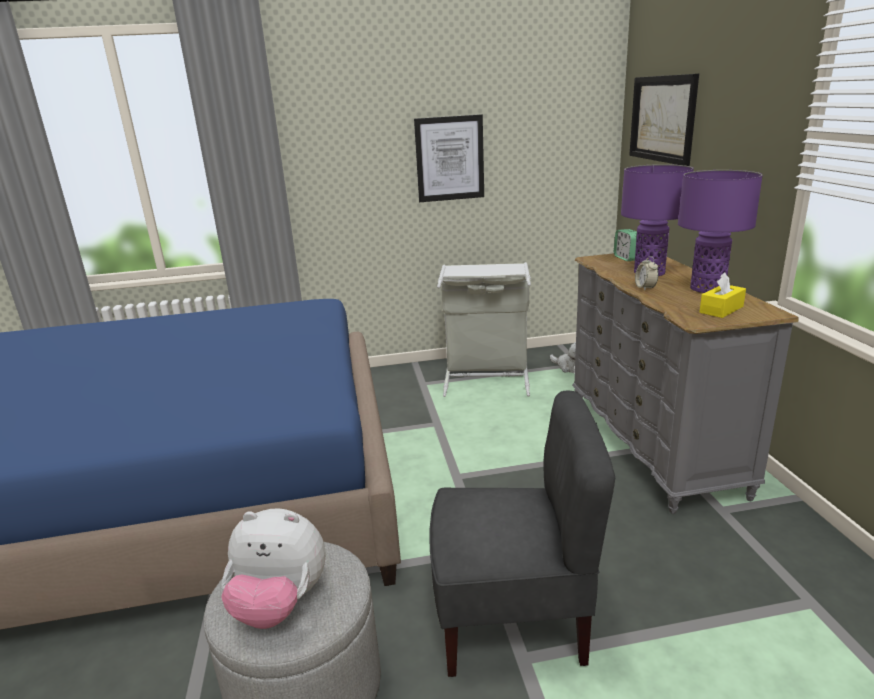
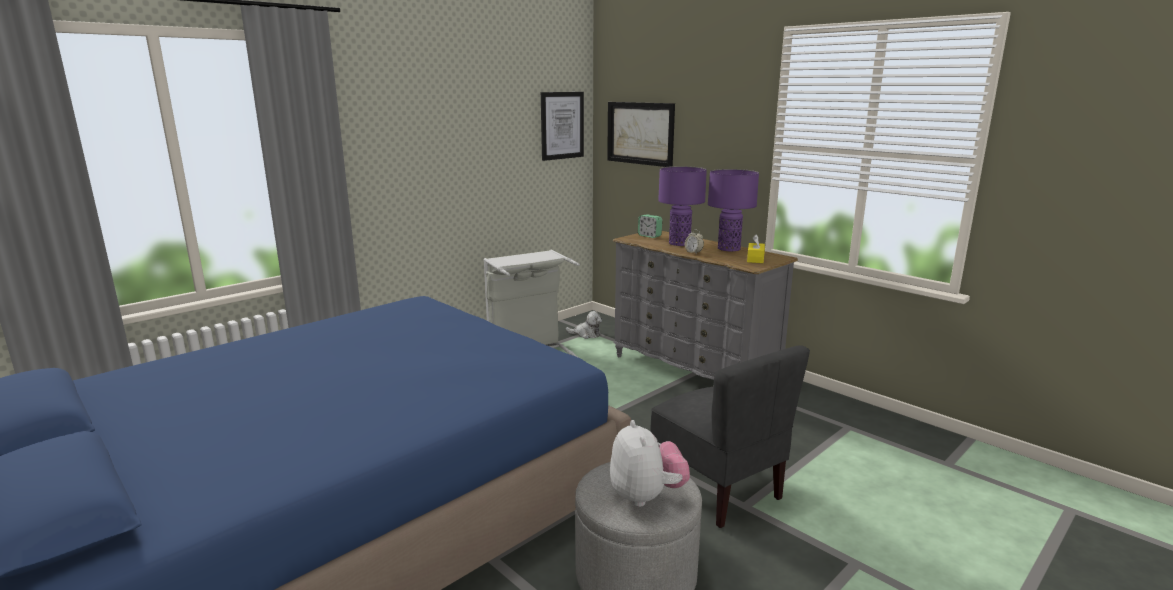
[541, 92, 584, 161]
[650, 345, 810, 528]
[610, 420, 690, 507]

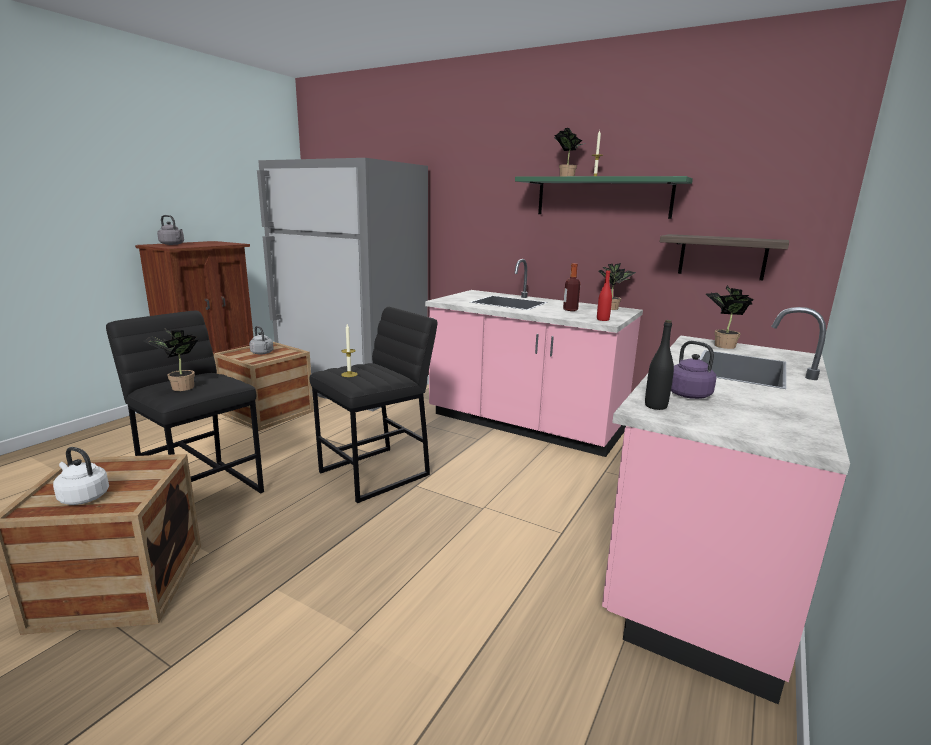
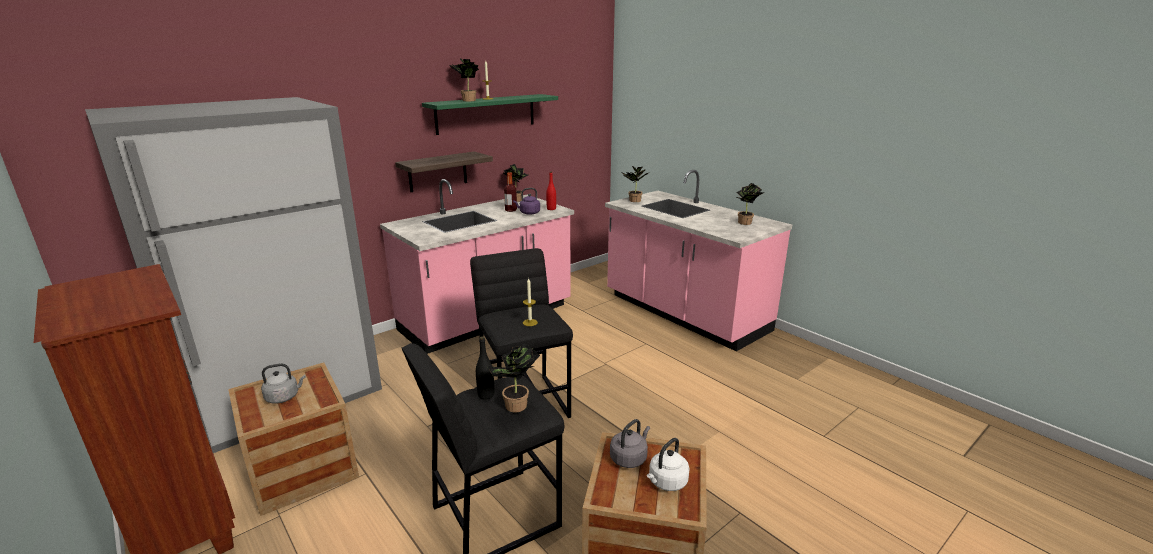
[610, 419, 650, 468]
[395, 151, 493, 192]
[476, 336, 494, 400]
[513, 188, 540, 215]
[736, 183, 765, 225]

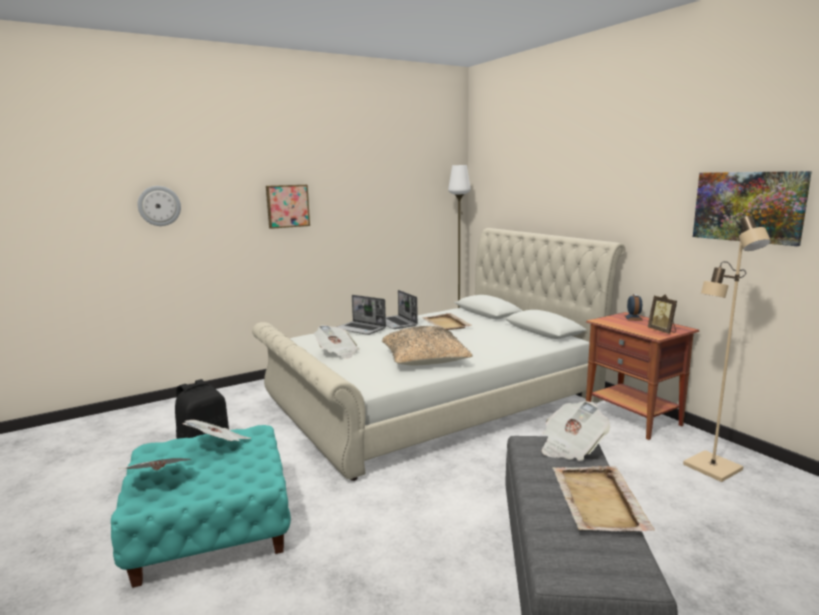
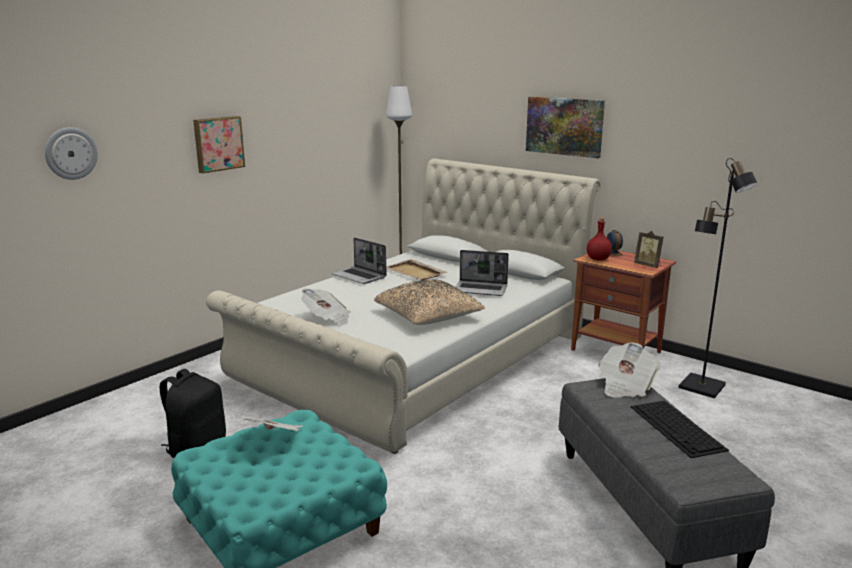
[526, 97, 605, 158]
[679, 158, 757, 398]
[456, 250, 509, 296]
[118, 458, 192, 470] (first image)
[630, 401, 729, 458]
[587, 218, 612, 261]

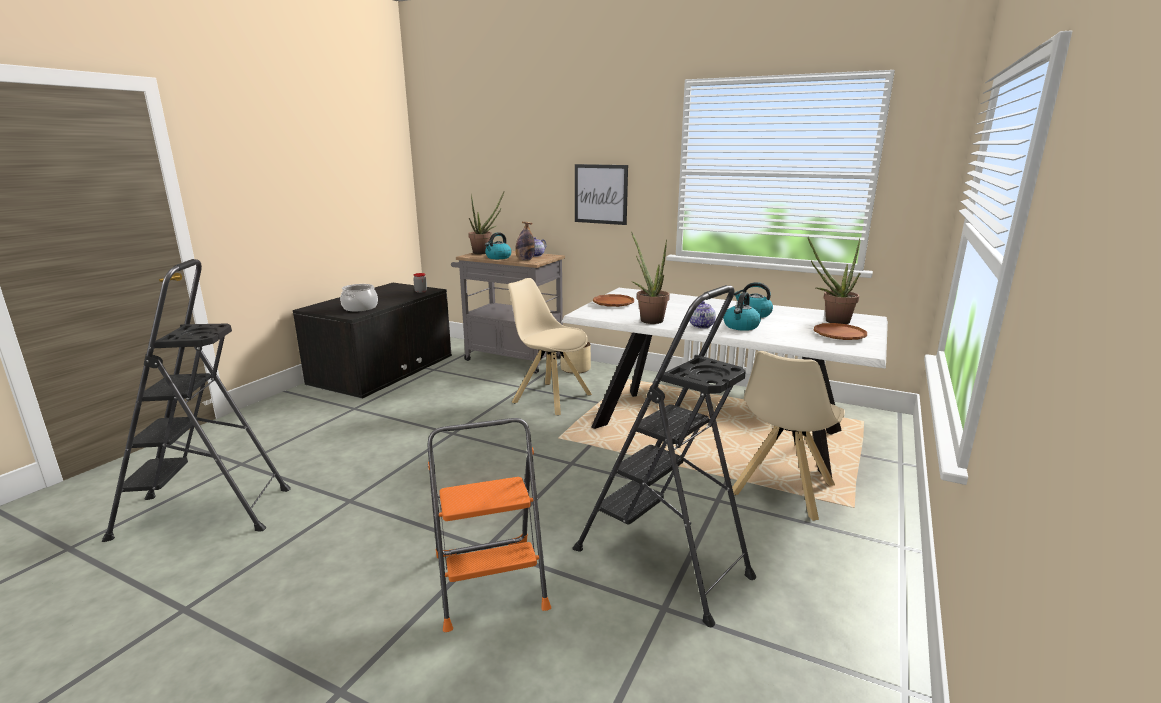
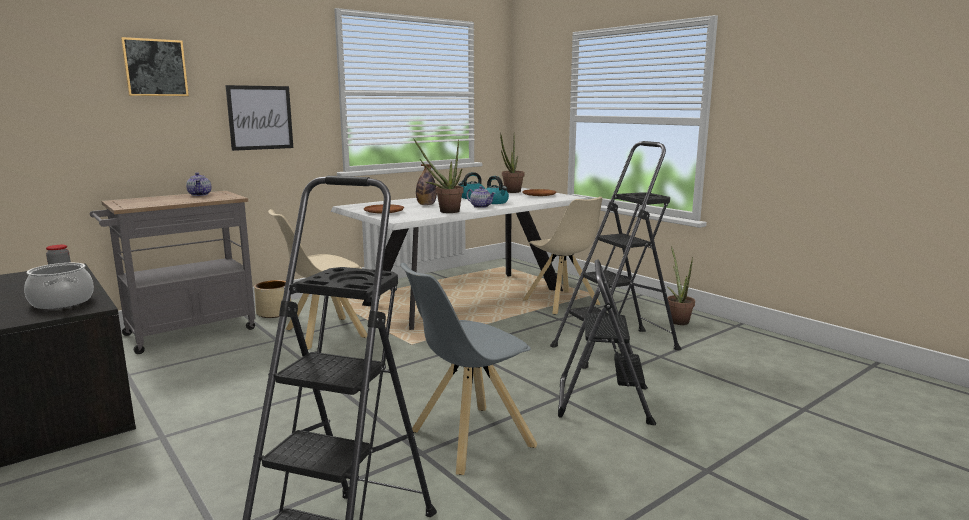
[667, 246, 695, 325]
[416, 164, 437, 205]
[485, 232, 512, 259] (first image)
[558, 259, 656, 425]
[121, 37, 189, 96]
[400, 263, 537, 475]

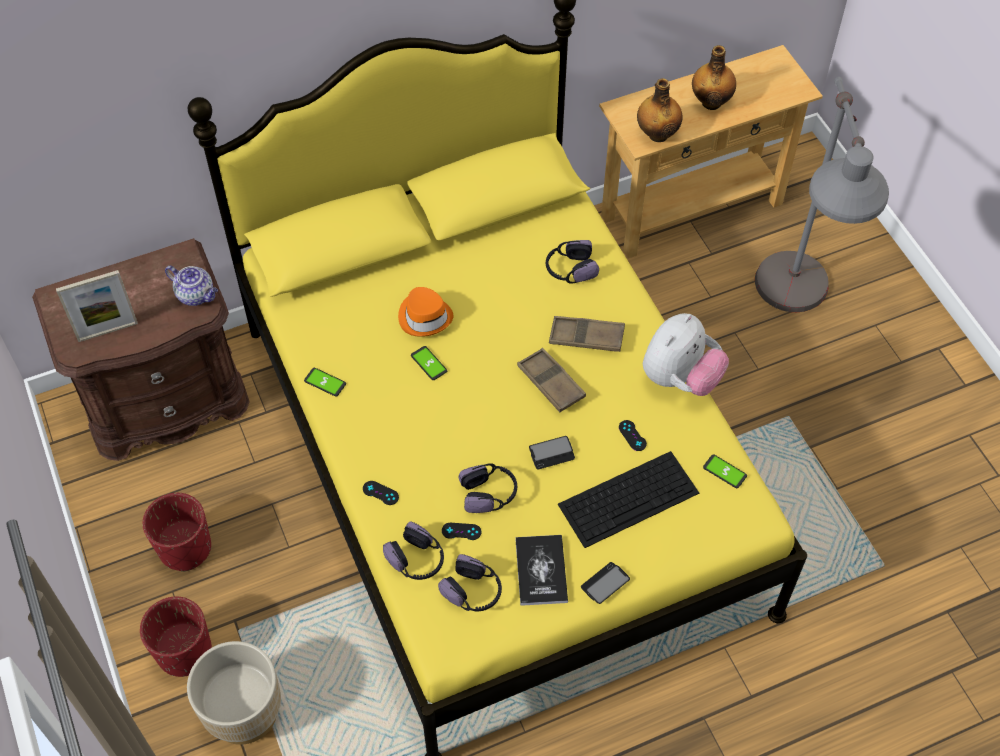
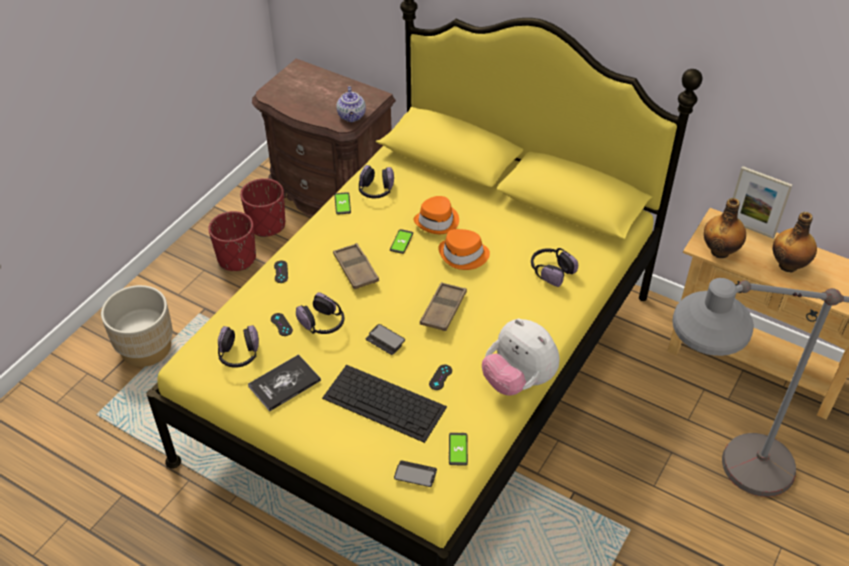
[733, 166, 792, 239]
[482, 318, 560, 396]
[333, 243, 379, 289]
[359, 165, 394, 198]
[394, 460, 437, 487]
[240, 178, 285, 237]
[438, 229, 490, 270]

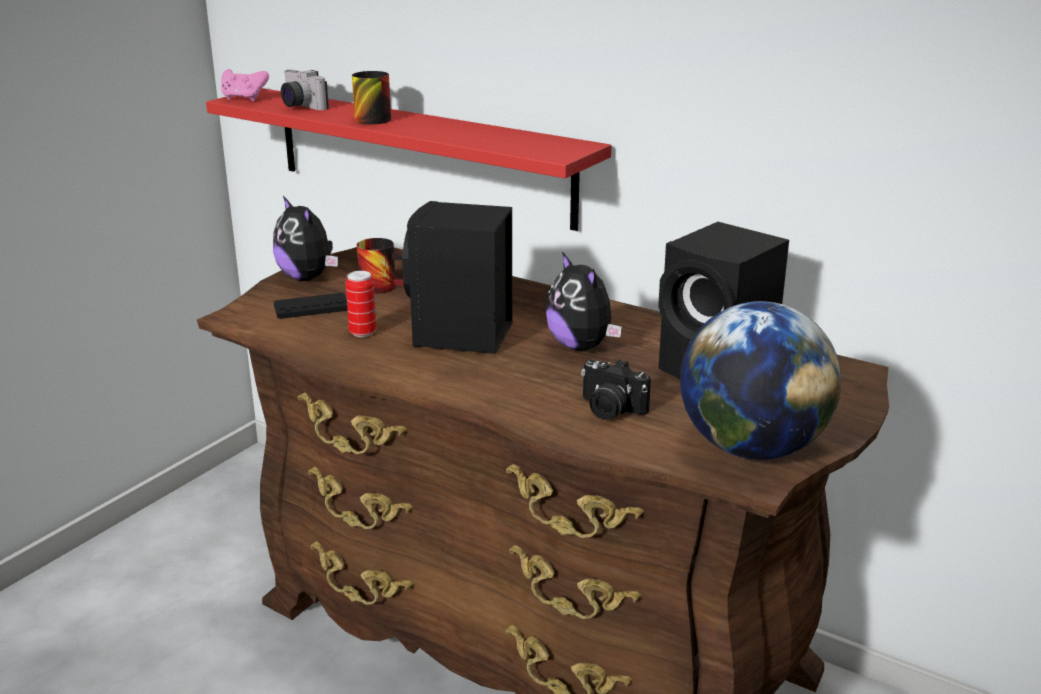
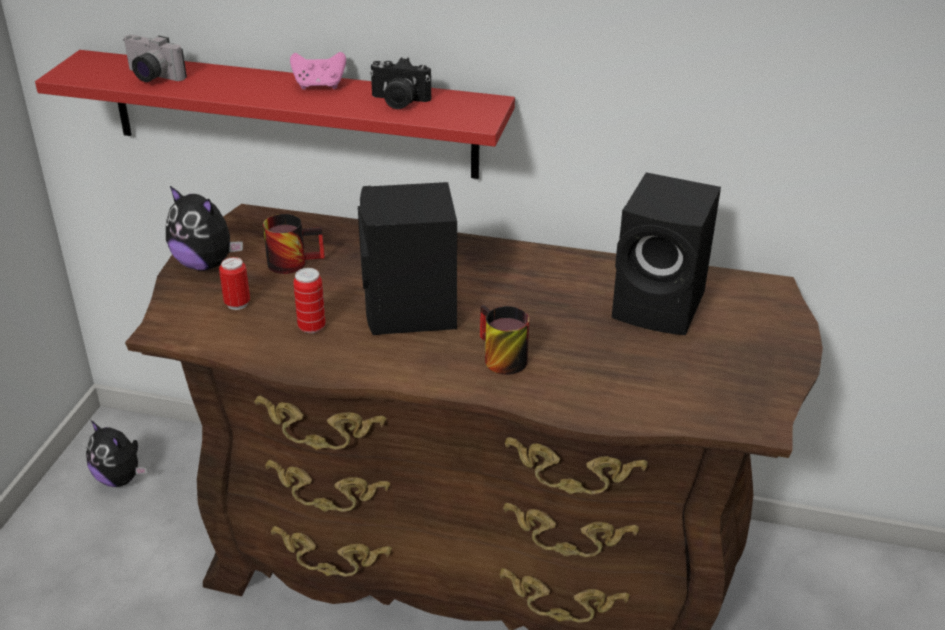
[290, 52, 346, 90]
[480, 305, 529, 375]
[86, 420, 147, 487]
[219, 257, 250, 310]
[680, 301, 841, 460] (first image)
[369, 57, 431, 109]

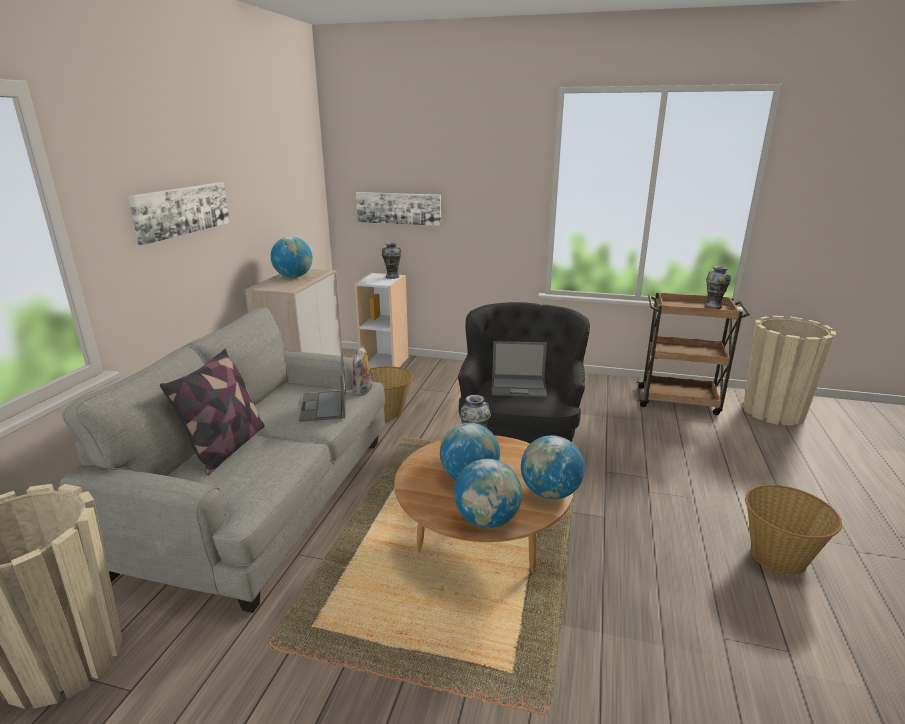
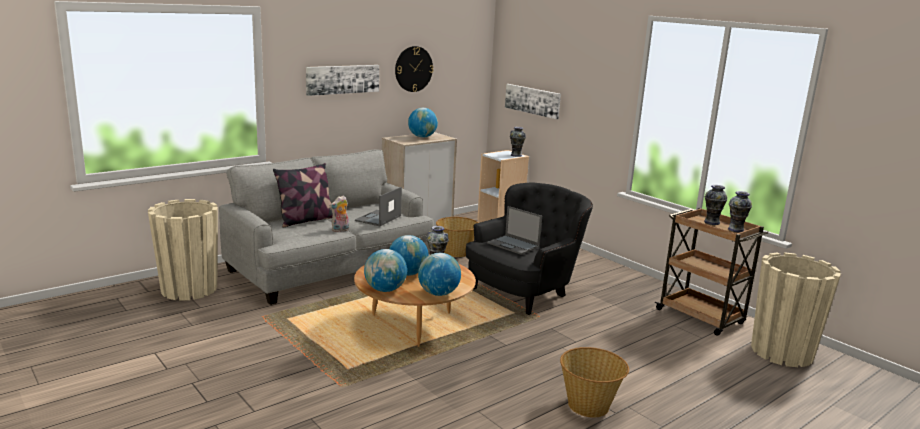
[329, 196, 349, 232]
[395, 46, 433, 92]
[704, 185, 727, 225]

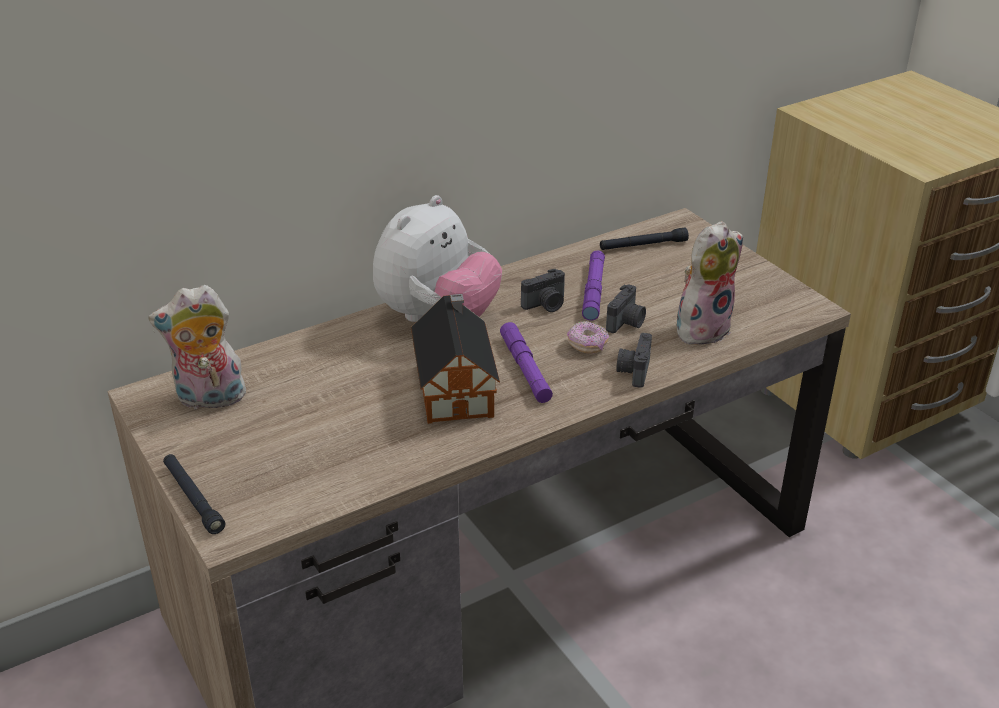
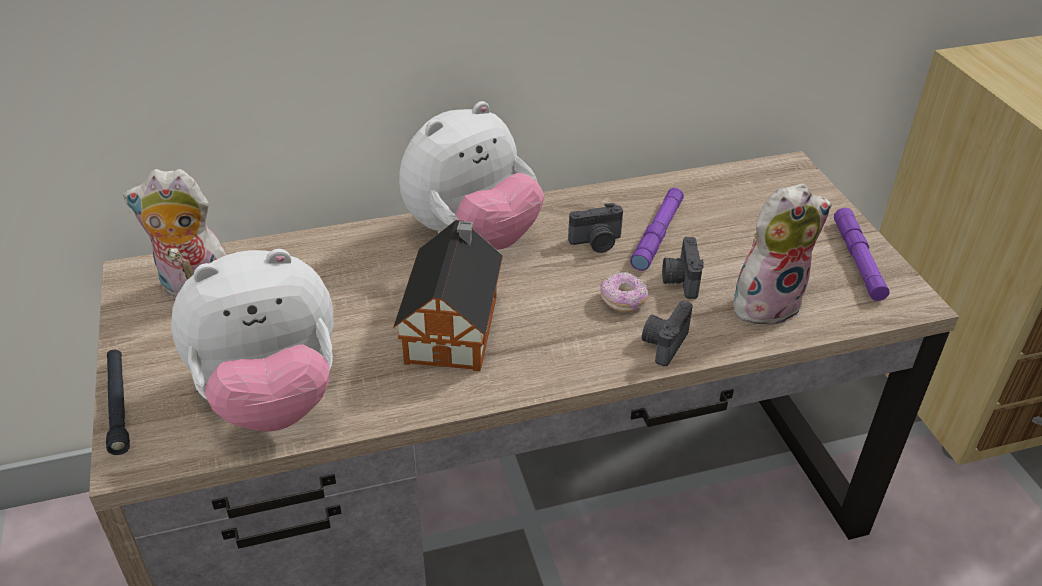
[600, 228, 689, 250] (first image)
[662, 237, 704, 299]
[834, 208, 890, 301]
[171, 249, 334, 431]

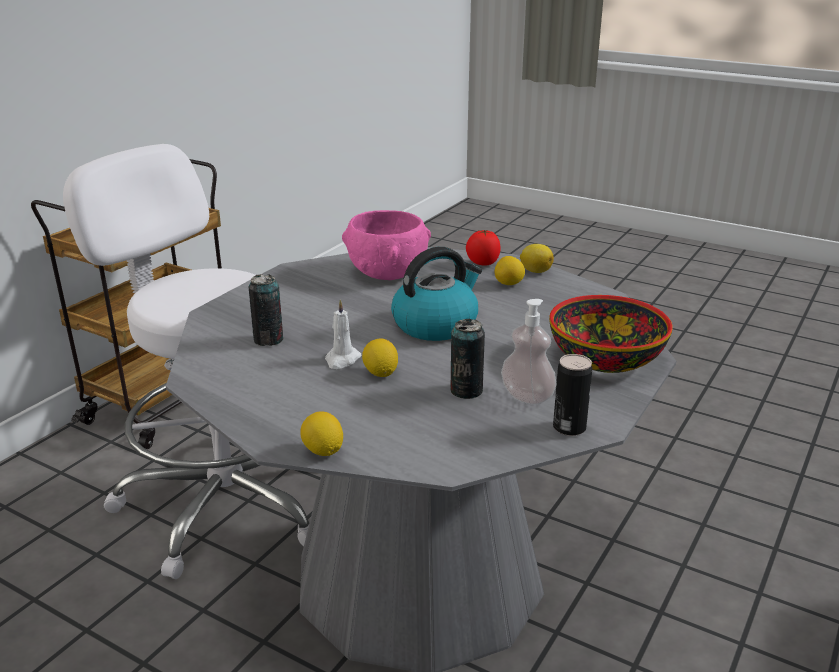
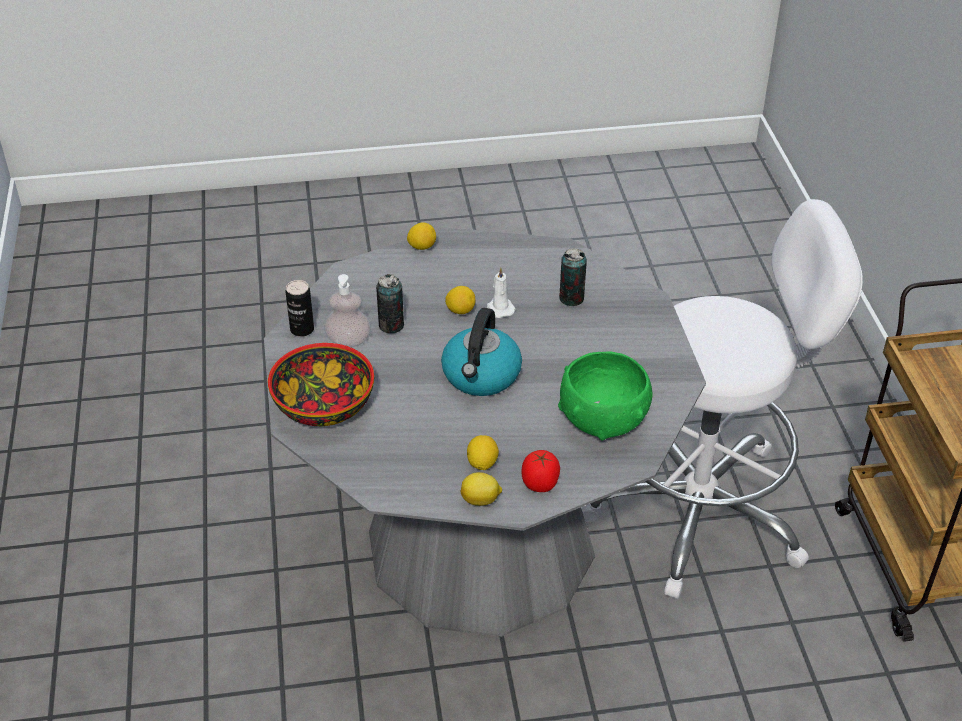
[558, 352, 653, 440]

